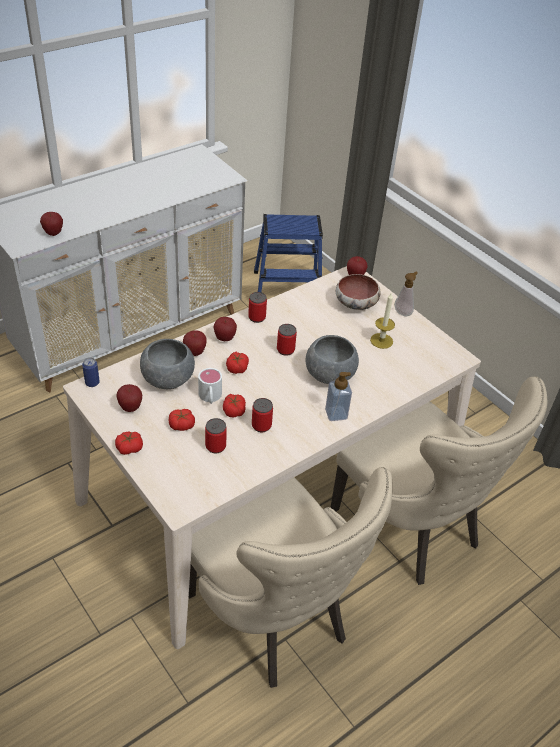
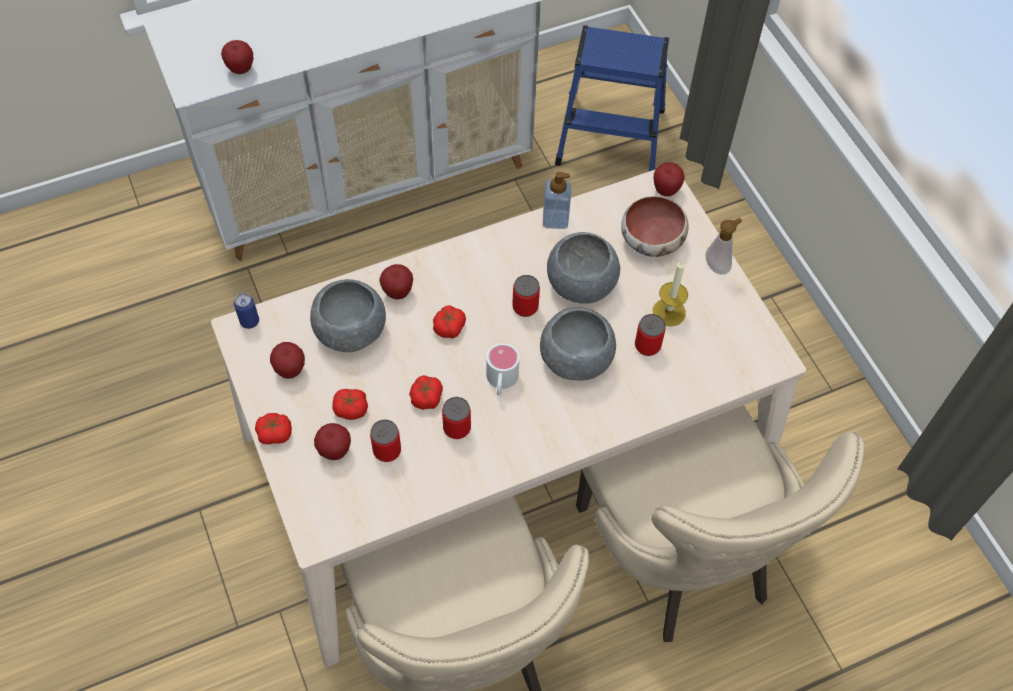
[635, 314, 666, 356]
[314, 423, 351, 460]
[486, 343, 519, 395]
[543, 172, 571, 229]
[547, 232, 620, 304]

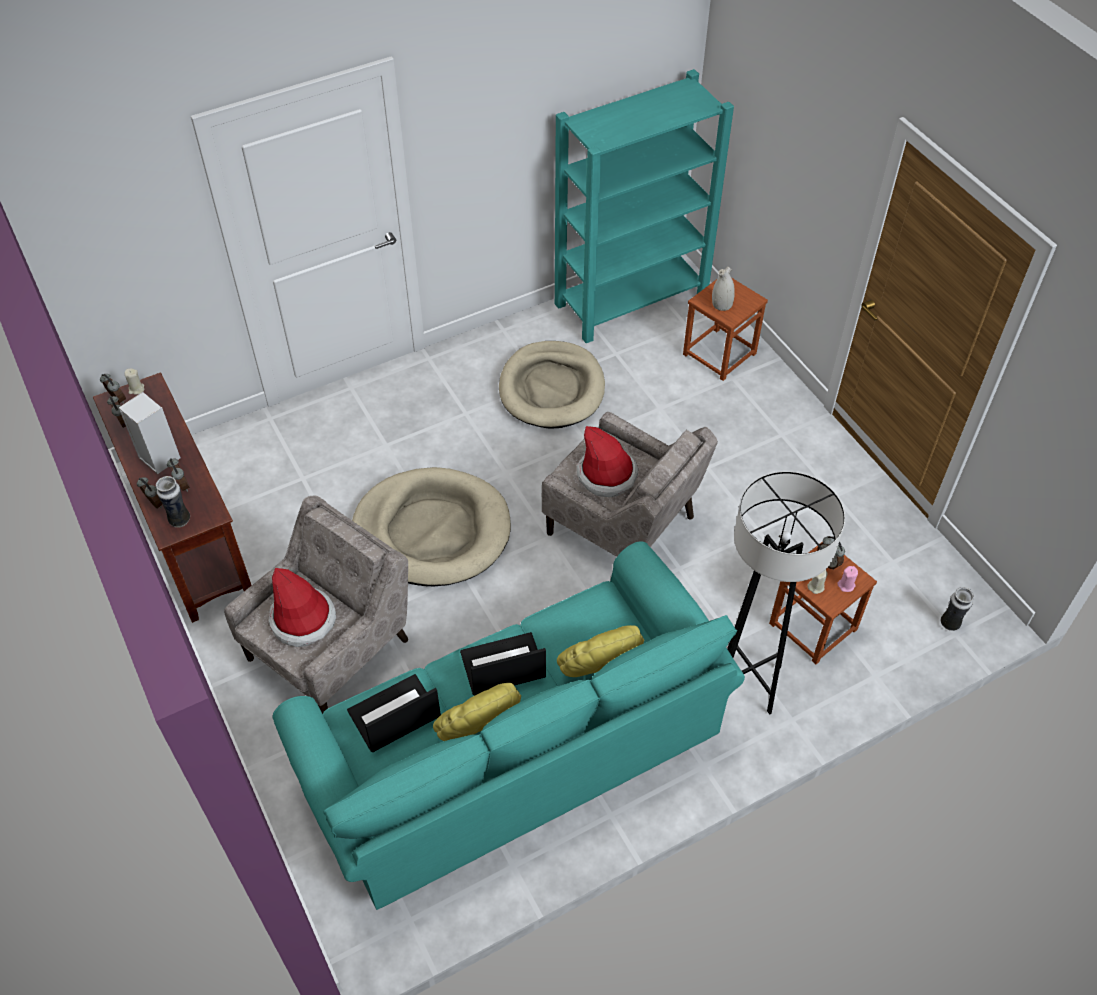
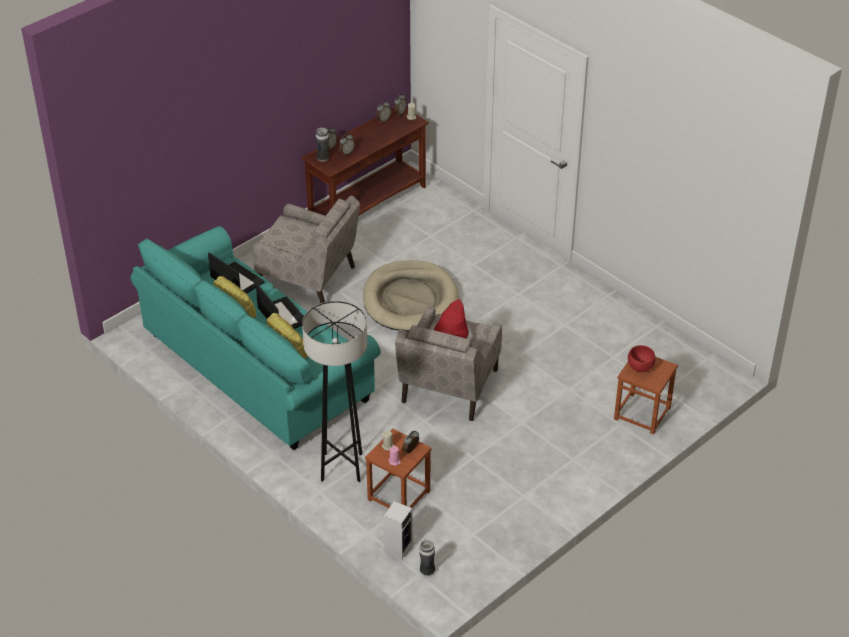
[555, 69, 734, 343] (first image)
[628, 345, 655, 372]
[499, 341, 605, 429] (first image)
[383, 501, 413, 560]
[269, 568, 336, 647] (first image)

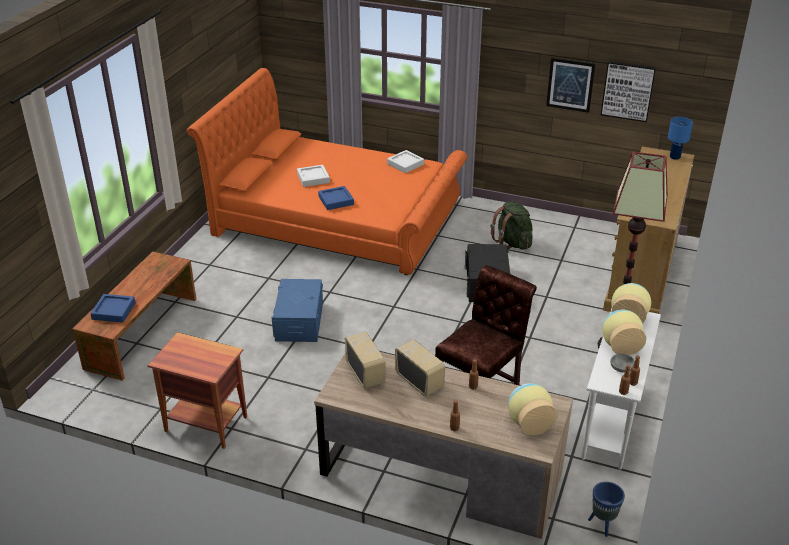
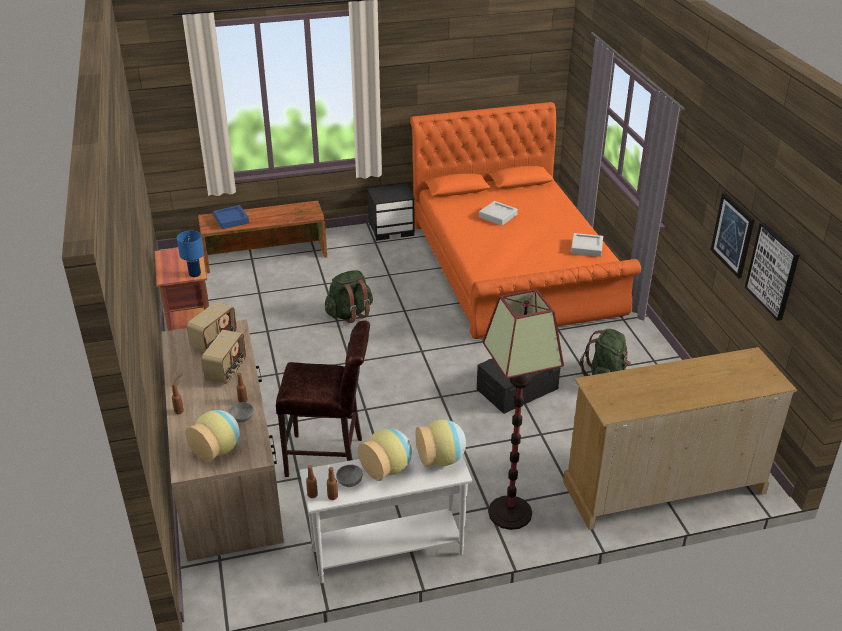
[177, 230, 204, 277]
[318, 186, 354, 210] (first image)
[325, 270, 373, 324]
[588, 482, 625, 537] (first image)
[367, 184, 415, 241]
[228, 402, 254, 422]

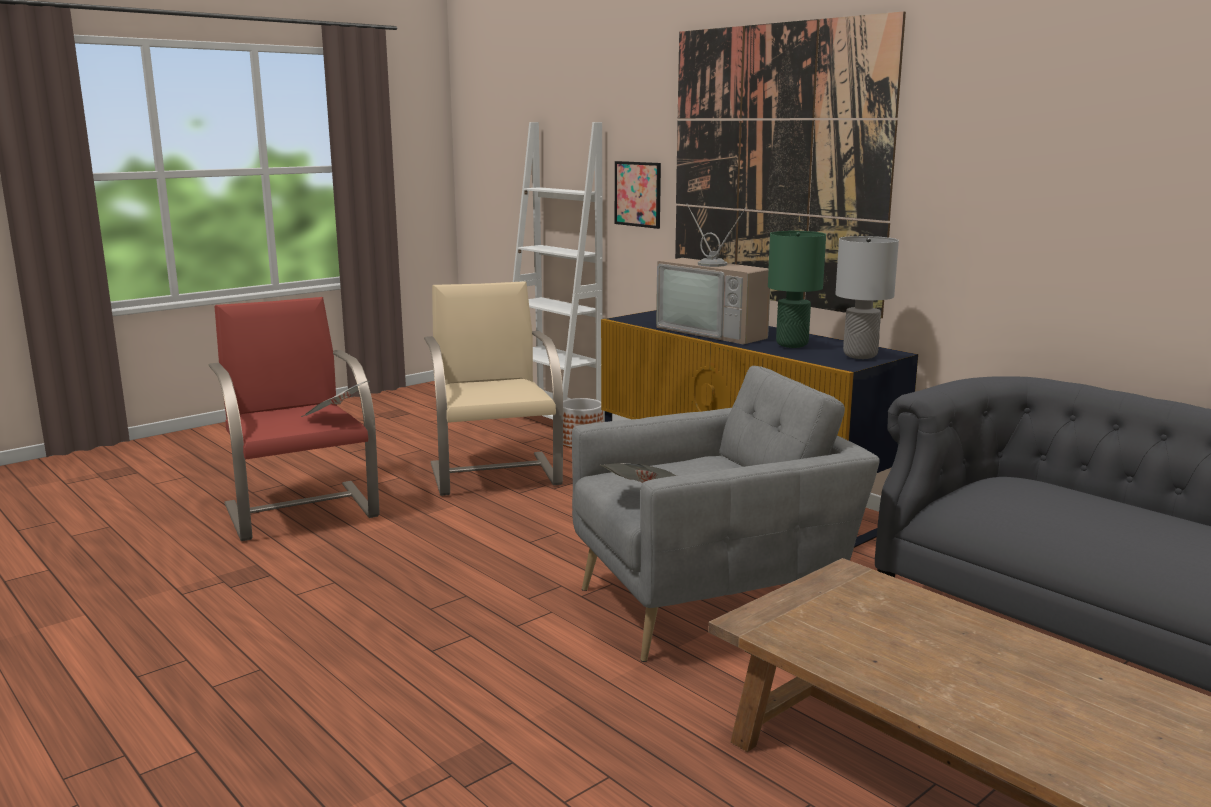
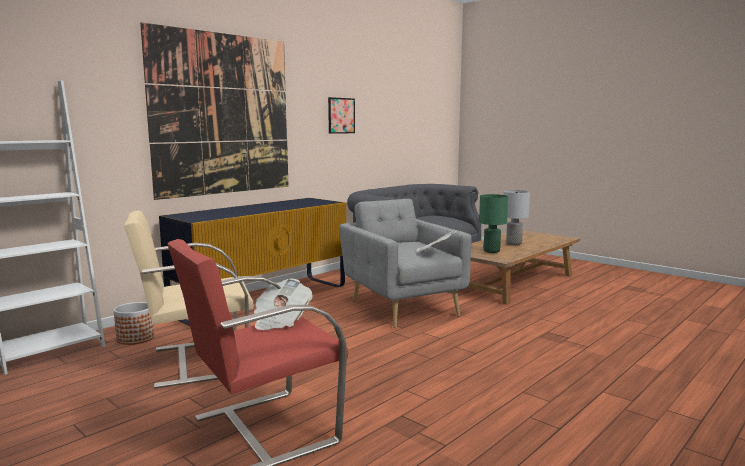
[328, 97, 355, 134]
[656, 204, 770, 344] (first image)
[479, 194, 508, 253]
[503, 190, 530, 245]

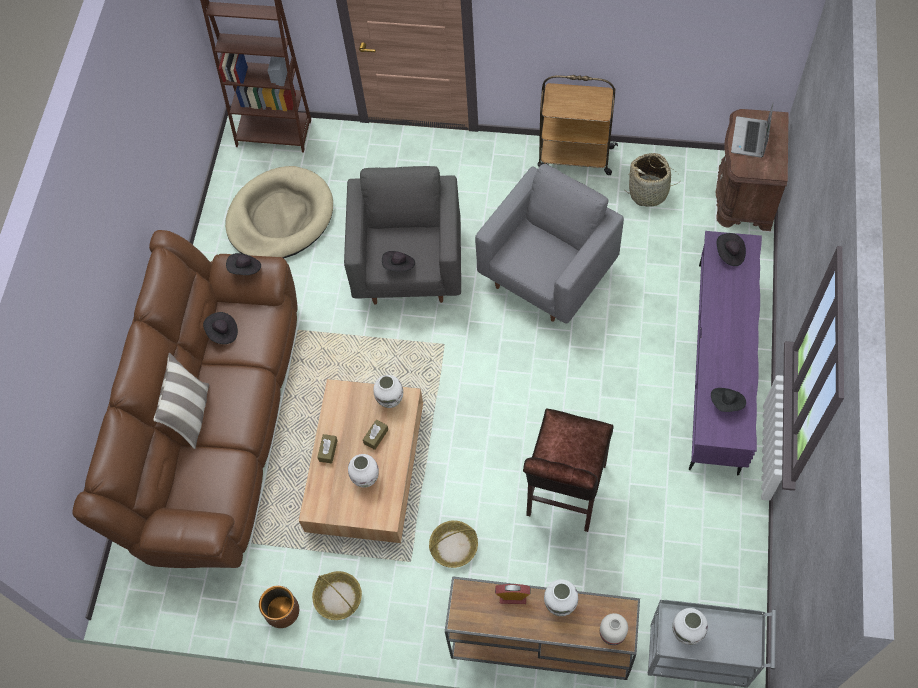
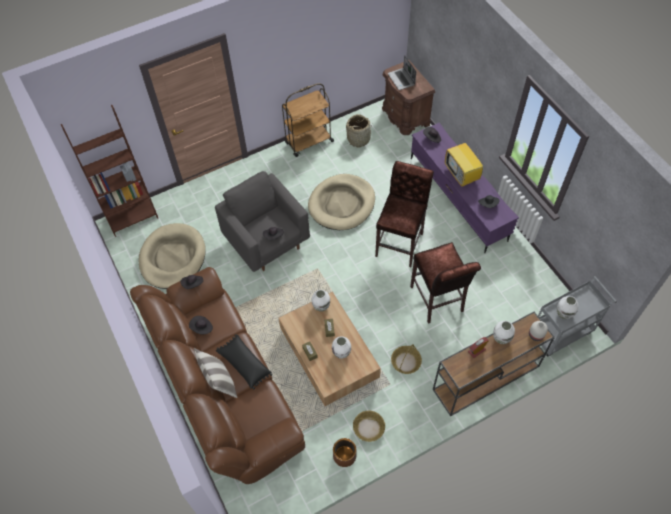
[308, 174, 375, 230]
[445, 143, 483, 187]
[375, 161, 434, 267]
[216, 334, 272, 389]

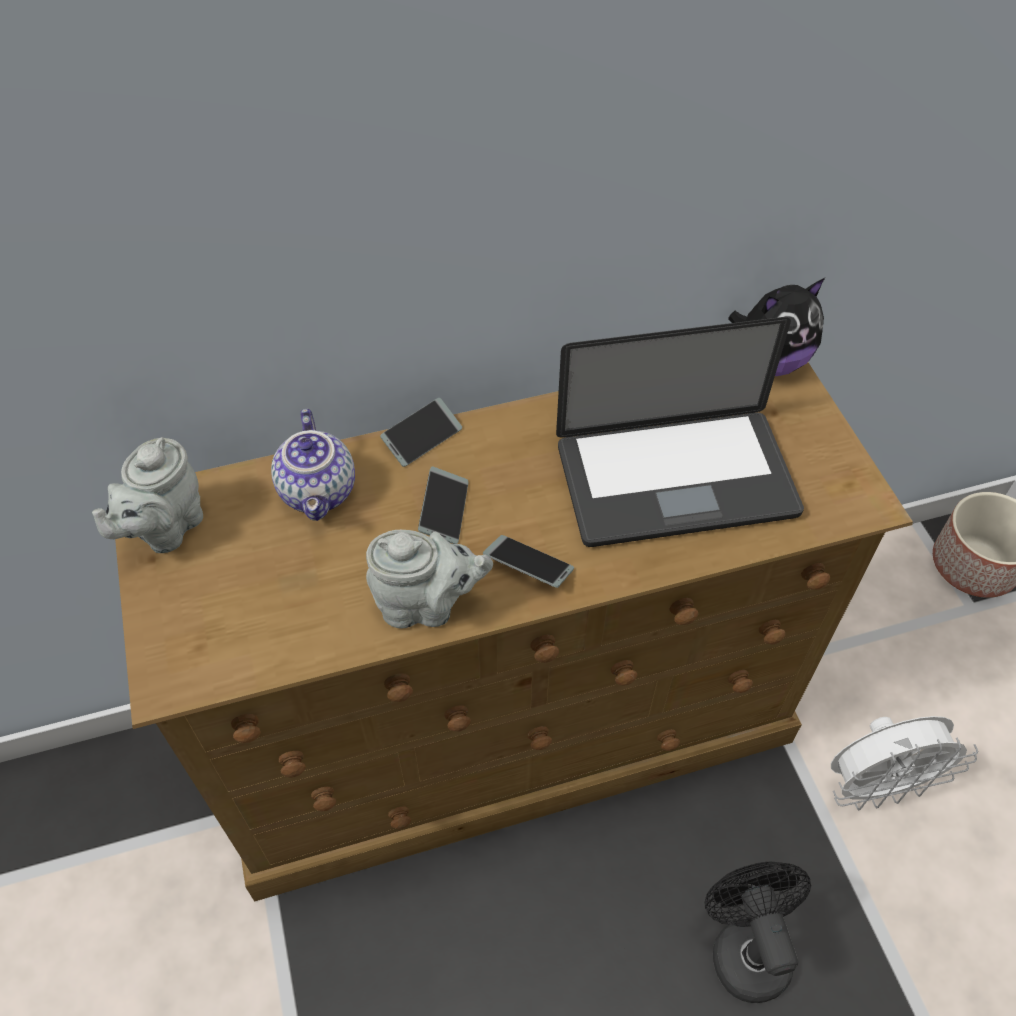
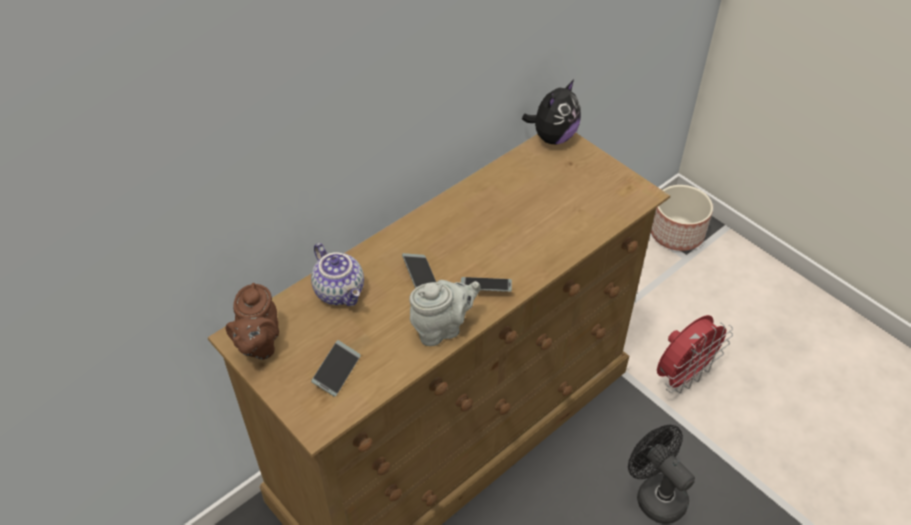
[556, 317, 804, 547] (first image)
[311, 340, 361, 397]
[226, 283, 279, 360]
[657, 315, 733, 393]

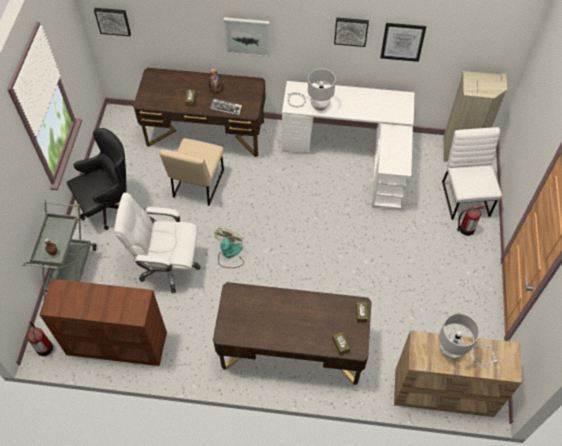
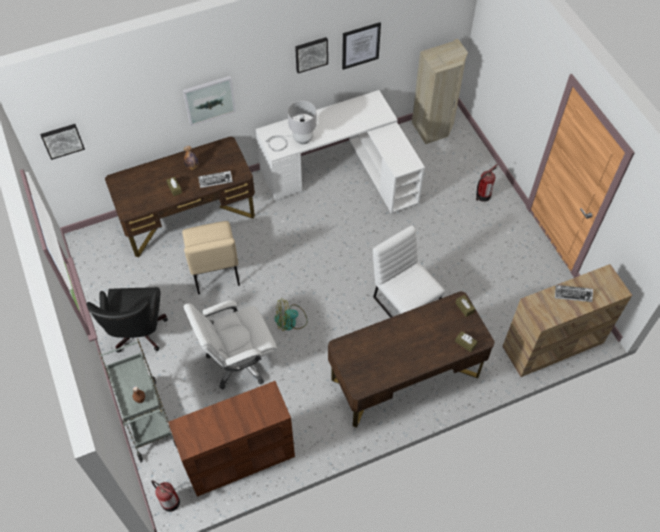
[373, 225, 445, 318]
[87, 287, 168, 353]
[275, 298, 308, 330]
[555, 285, 593, 302]

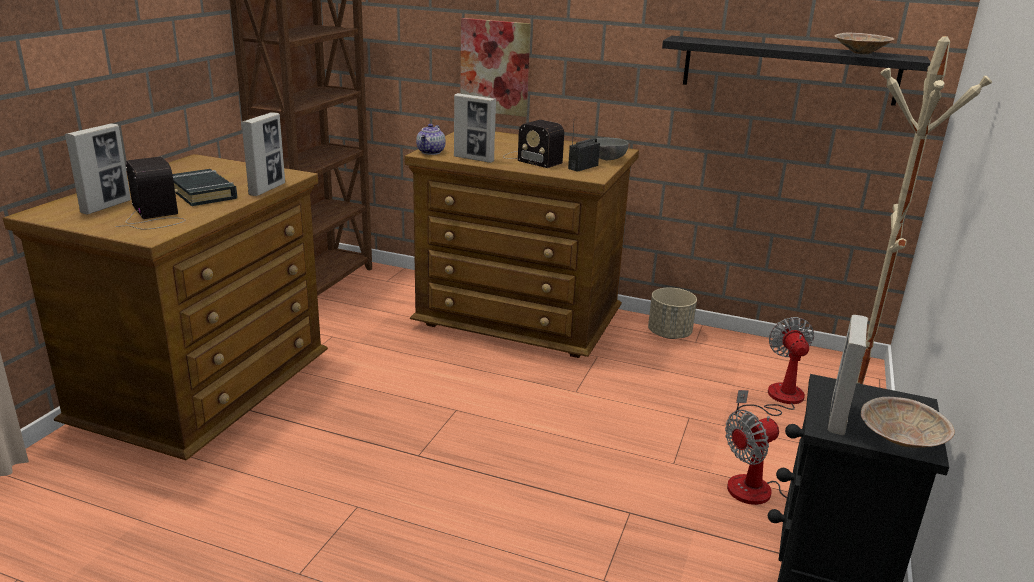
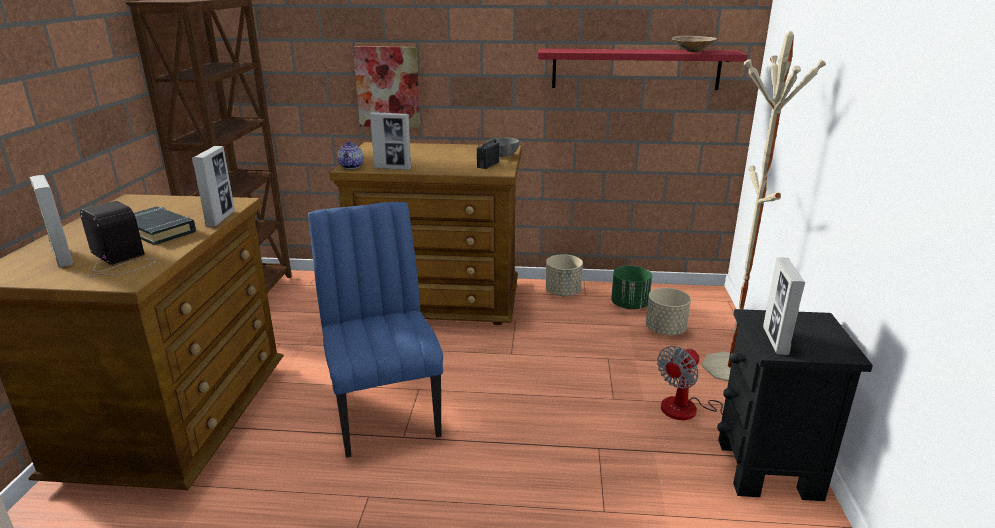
[538, 48, 748, 90]
[503, 120, 564, 168] (first image)
[30, 175, 73, 267]
[646, 288, 691, 335]
[861, 397, 955, 448] (first image)
[308, 202, 443, 458]
[611, 266, 652, 310]

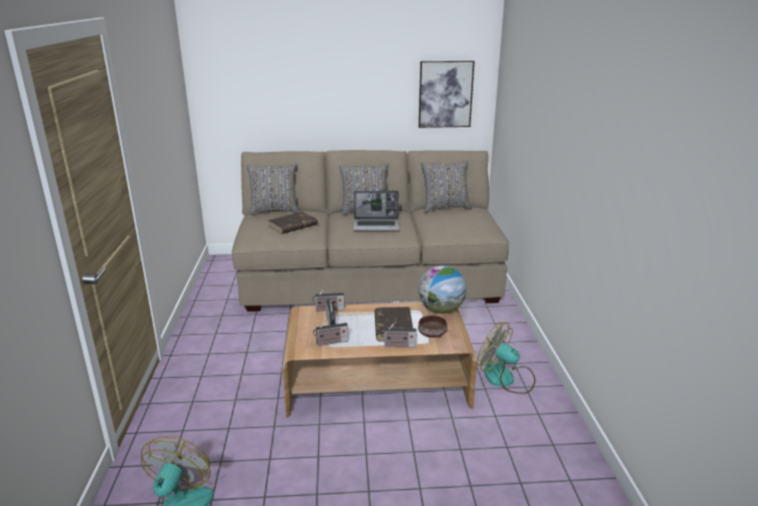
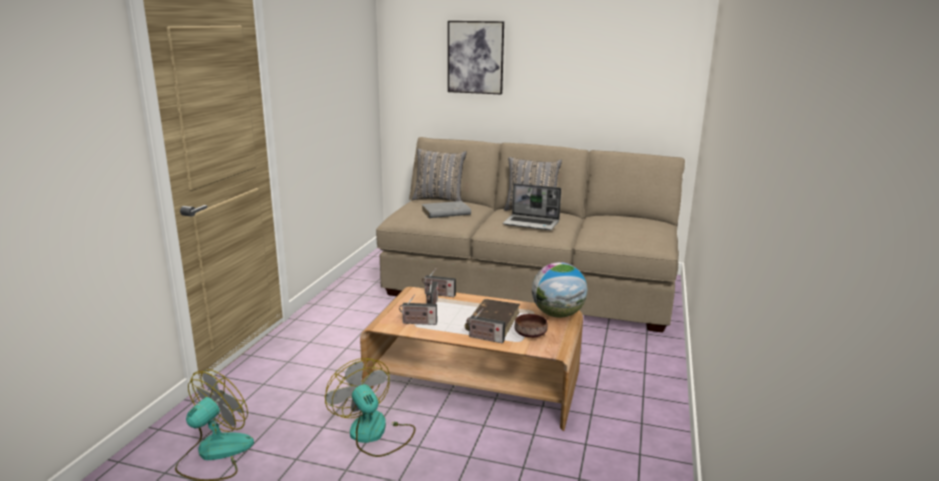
[448, 21, 504, 95]
[421, 160, 471, 213] (first image)
[422, 201, 471, 218]
[325, 358, 416, 457]

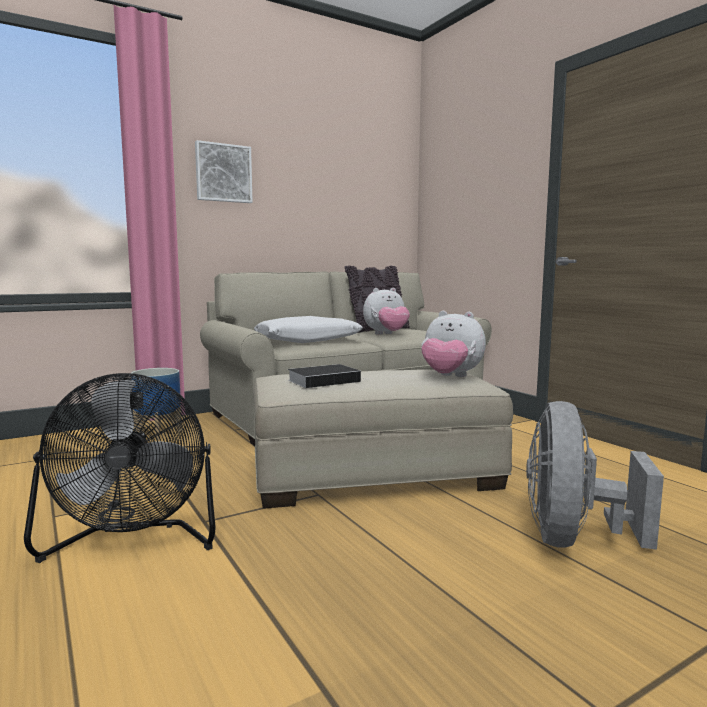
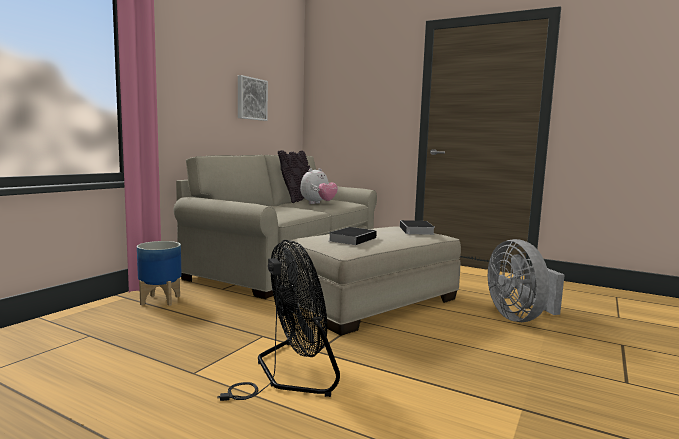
[238, 75, 268, 121]
[400, 220, 435, 235]
[254, 316, 363, 343] (first image)
[218, 240, 340, 401]

